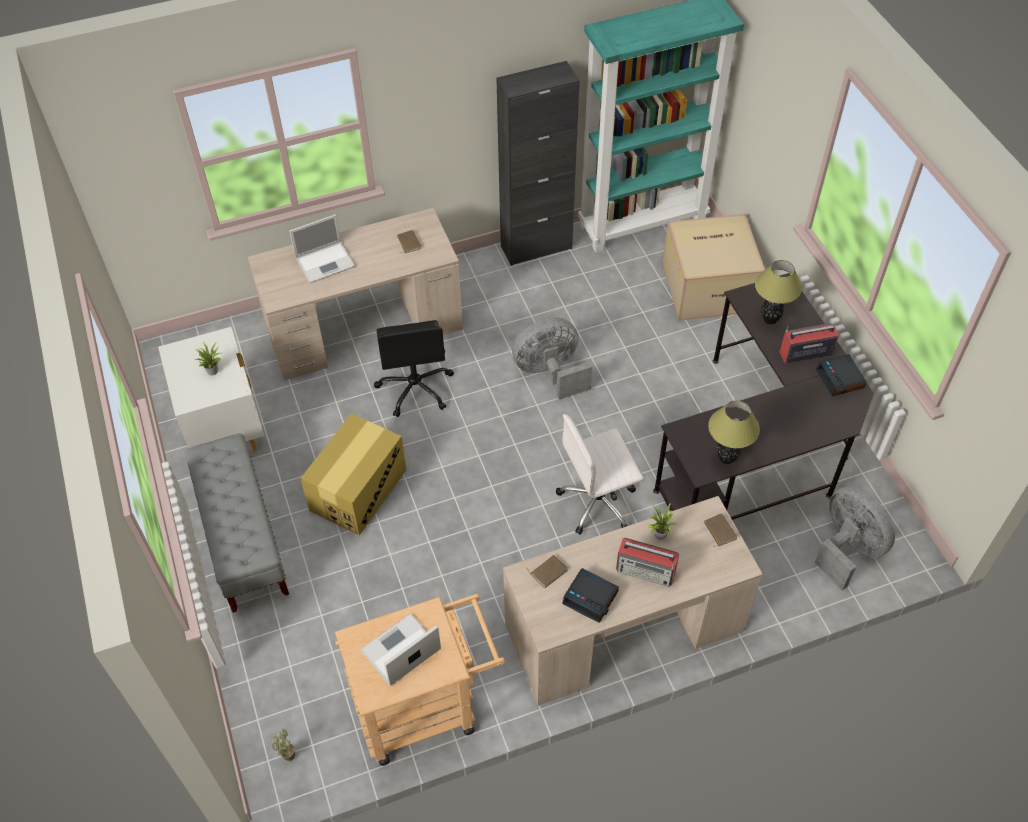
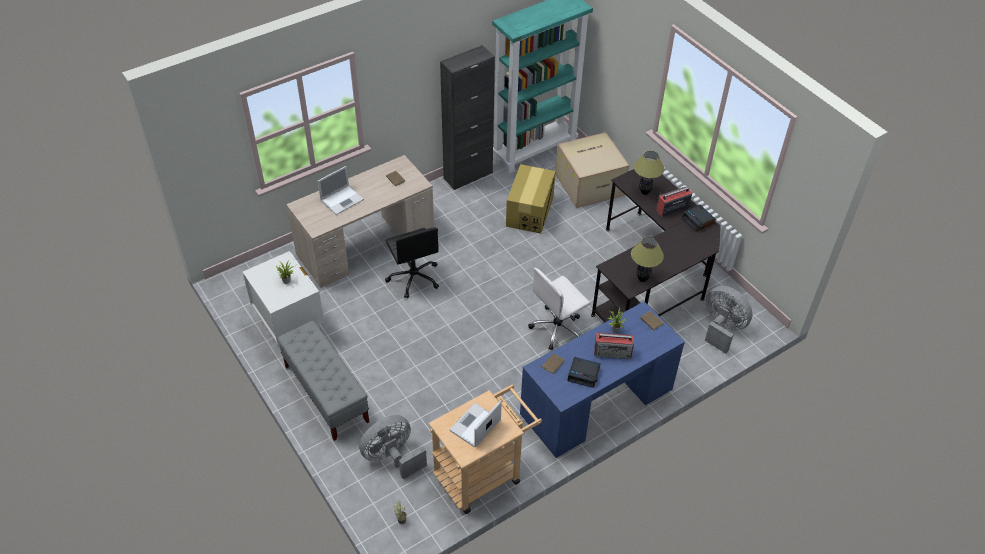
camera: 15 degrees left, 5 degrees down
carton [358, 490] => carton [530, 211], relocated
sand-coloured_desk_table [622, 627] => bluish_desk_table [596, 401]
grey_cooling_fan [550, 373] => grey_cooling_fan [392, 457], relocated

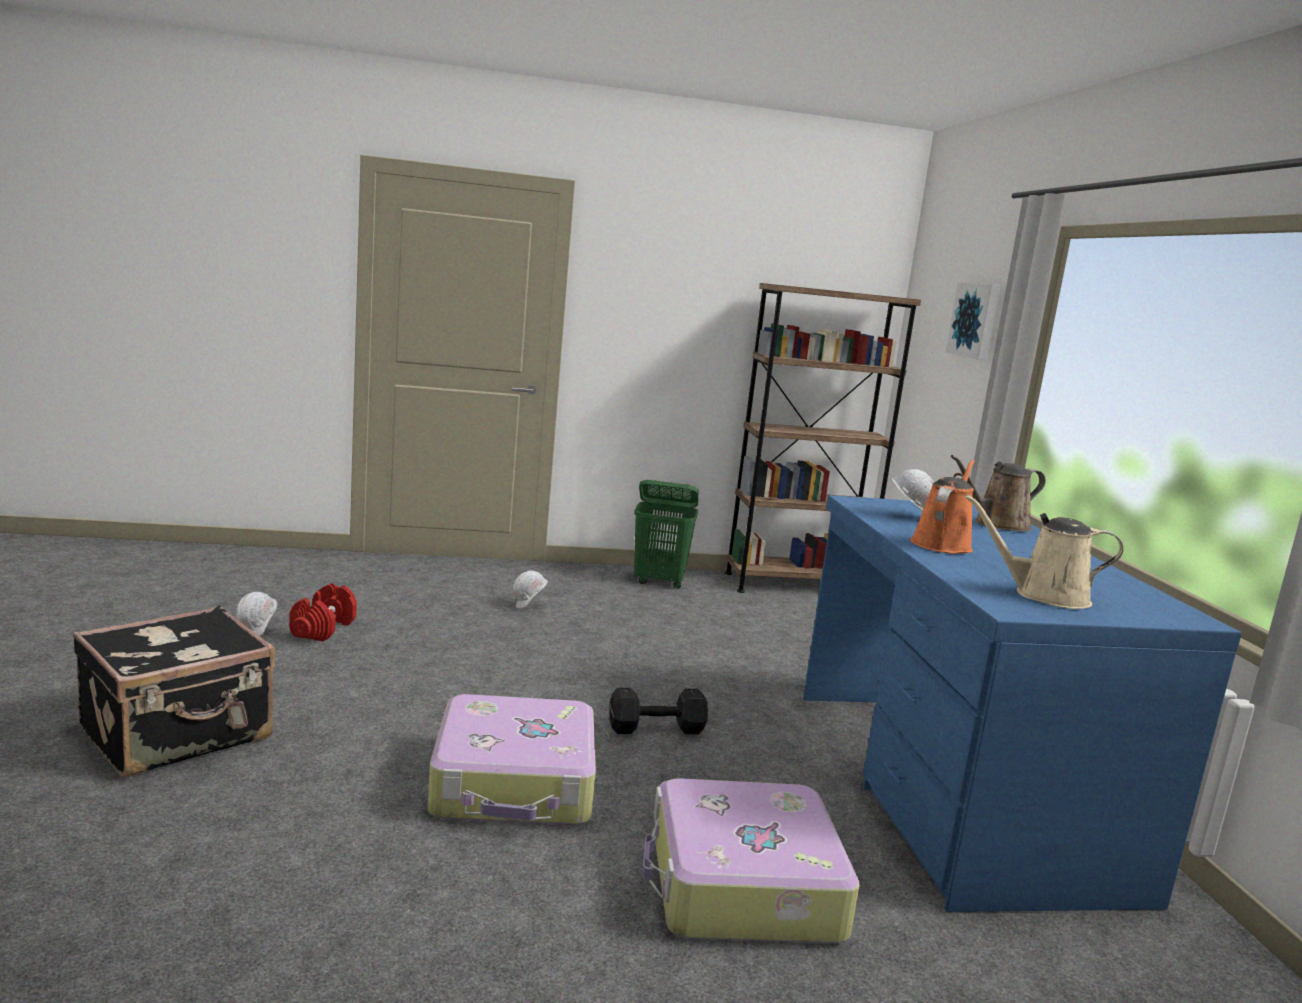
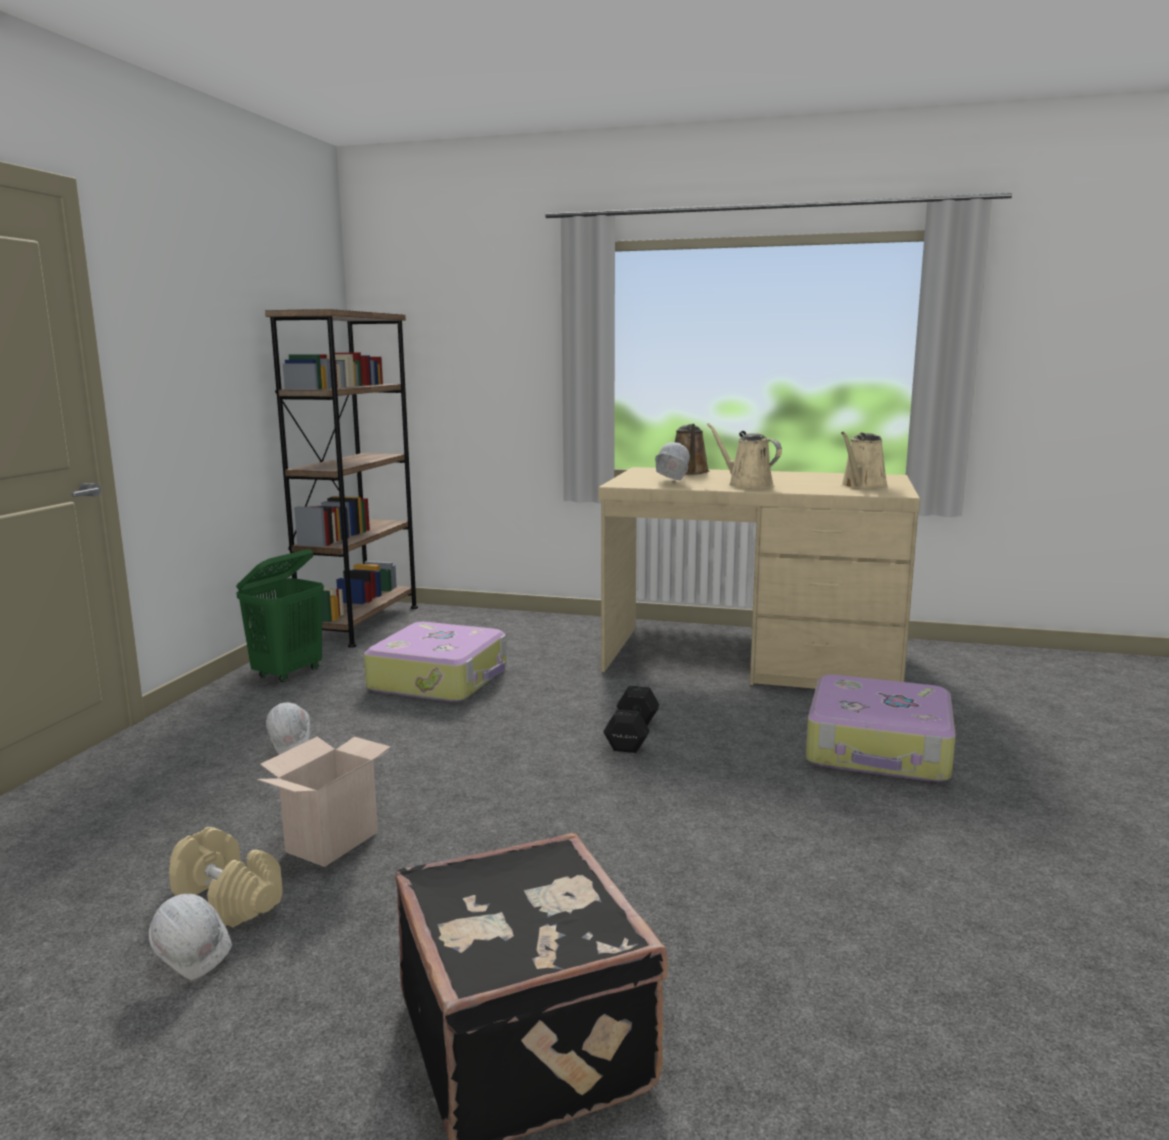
camera: 65 degrees left, 0 degrees up
reddish_hand_weight [323, 628] => sand-coloured_hand_weight [226, 899]
piece_of_luggage [515, 784] => piece_of_luggage [440, 679], relocated
bluish_desk_table [951, 786] => sand-coloured_desk_table [753, 660]
orangey_sprinkling_can [942, 544] => sand-coloured_sprinkling_can [747, 485]
picture [976, 320] => nothing
nothing => carton [332, 840]

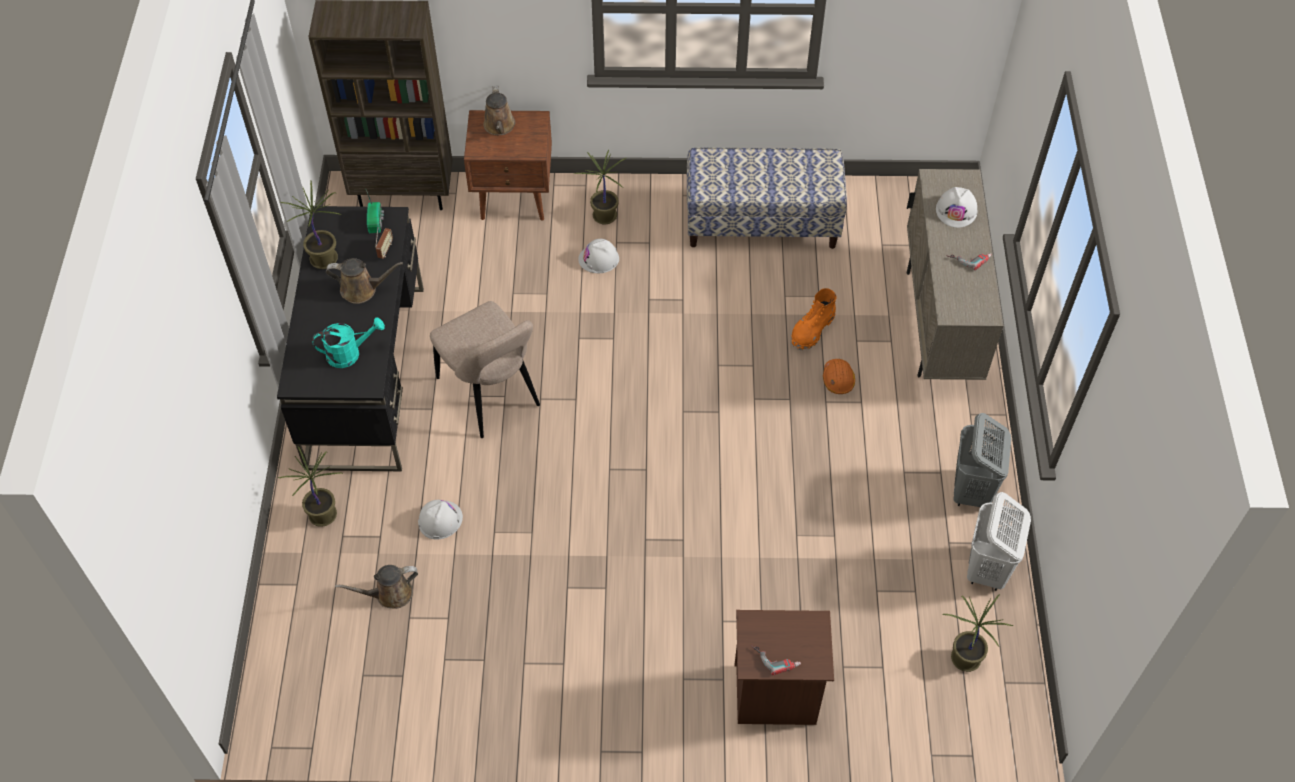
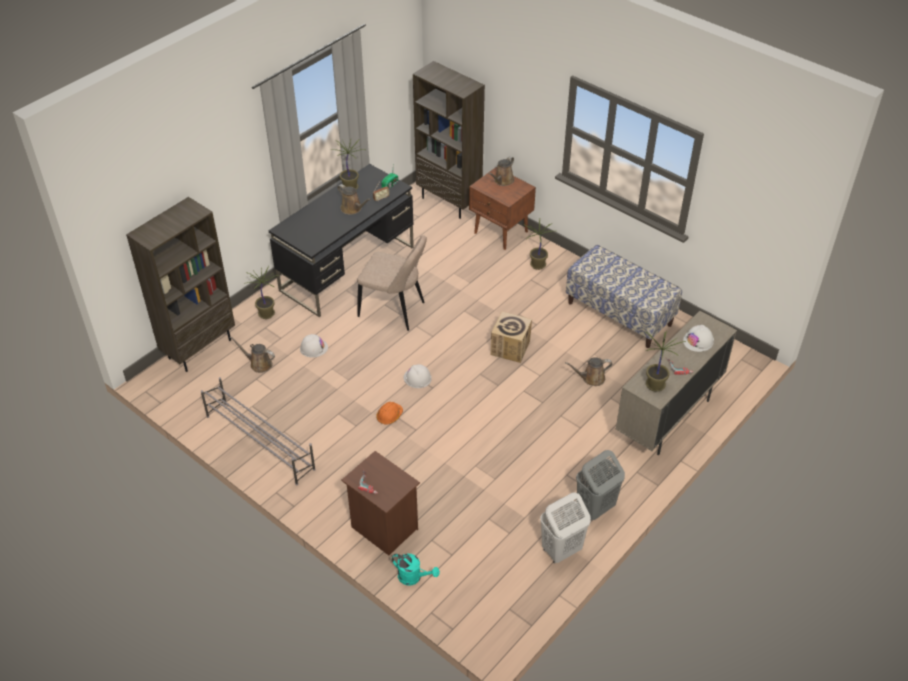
camera: 40 degrees right, 10 degrees down
turquoise-coloured_sprinkling_can [349, 353] => turquoise-coloured_sprinkling_can [413, 577], relocated
sand-coloured_upright_chair [491, 395] => sand-coloured_upright_chair [394, 310], 75 degrees counterclockwise
white_hard_hat [599, 259] => white_hard_hat [417, 378], relocated
orangey_boot [812, 330] => brownish_sprinkling_can [591, 378]
orangey_hard_hat [838, 379] => orangey_hard_hat [389, 416], relocated
plant_in_a_pot [964, 658] => plant_in_a_pot [655, 384], relocated
nothing => brownish_shelving_unit [199, 348]
nothing => grey_shoe_rack [259, 442]
nothing => carton [510, 348]

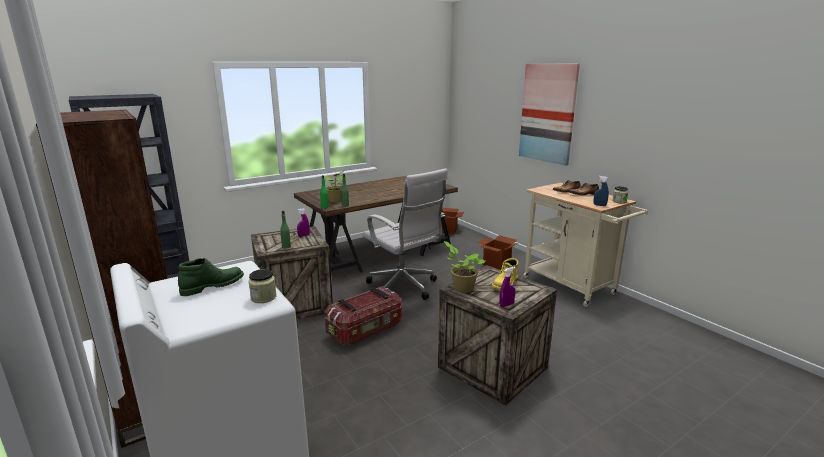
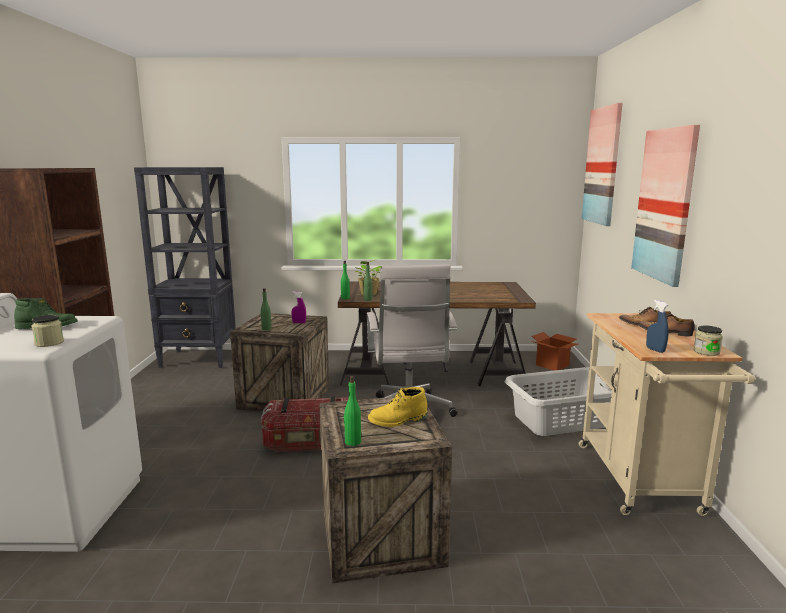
camera: 35 degrees right, 5 degrees down
plant_in_a_pot [461, 288] => nothing
carton [496, 264] => grey_washing_basket [563, 420]
purple_spray_bottle [506, 305] => greenish_beverage_bottle [352, 442]
nothing => picture [602, 166]

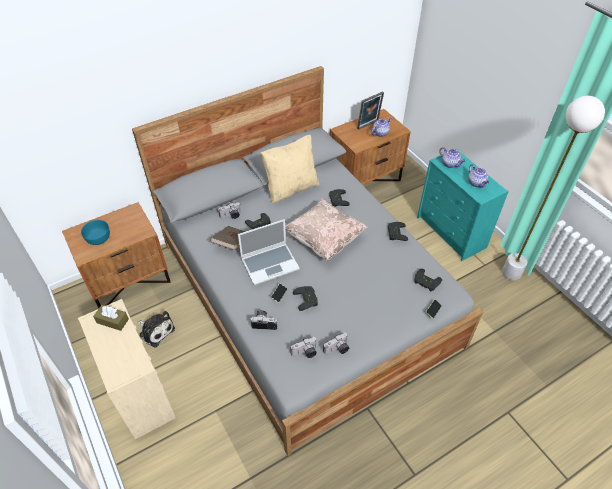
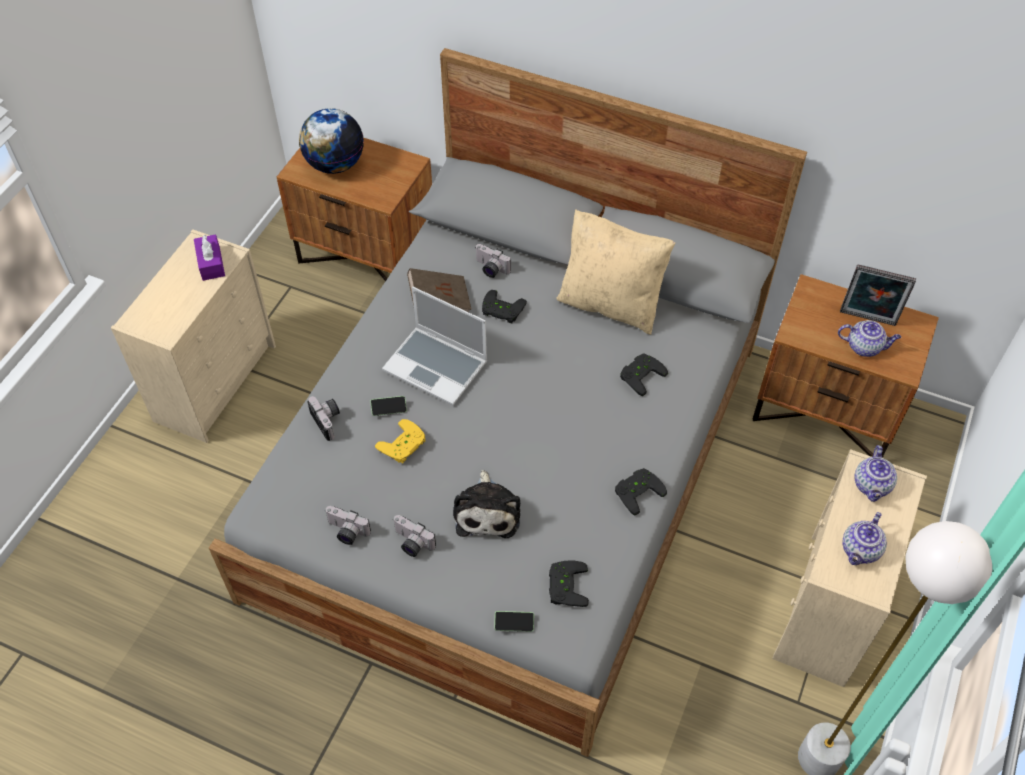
camera: 55 degrees right, 5 degrees up
turquoise-coloured_deep_dish [98, 238] => desk_globe [335, 164]
brownish_tissue_holder [112, 321] => purple_tissue_holder [211, 263]
soft_toy [156, 331] => soft_toy [487, 511], relocated
sand-coloured_throw_pillow [324, 239] => nothing
still_camera [305, 353] => still_camera [411, 543], relocated
black-coloured_game_controller [307, 299] => yellowish_game_controller [404, 445]
turquoise-coloured_chest_of_drawers [451, 233] => sand-coloured_chest_of_drawers [827, 610]

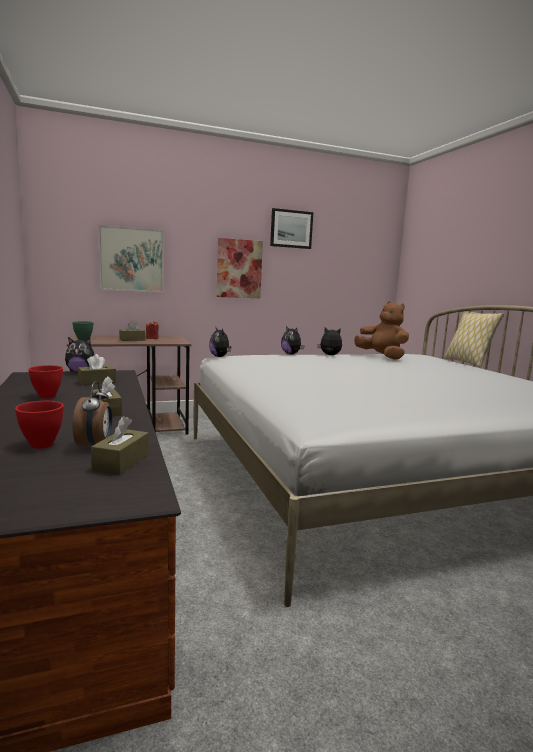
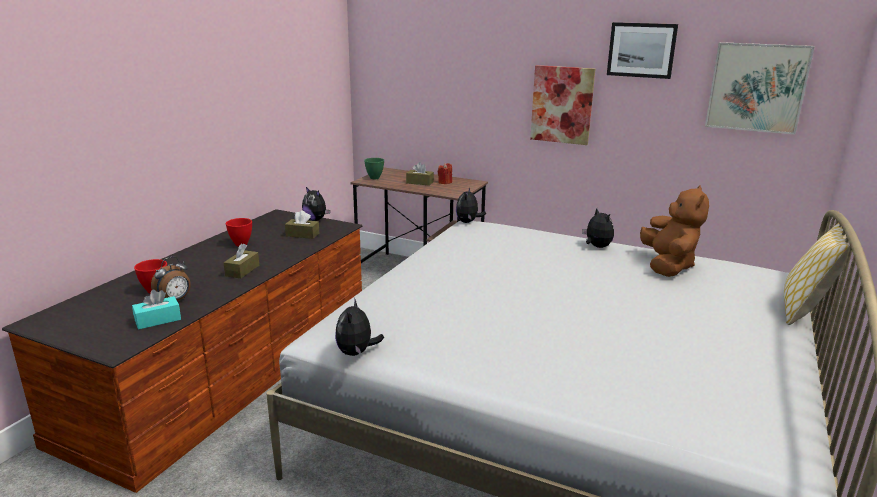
camera: 45 degrees right, 10 degrees up
brownish_tissue_holder [121, 462] => turquoise-coloured_tissue_holder [158, 320]
picture [131, 259] => picture [757, 87], relocated
soft_toy [291, 354] => soft_toy [356, 353], relocated

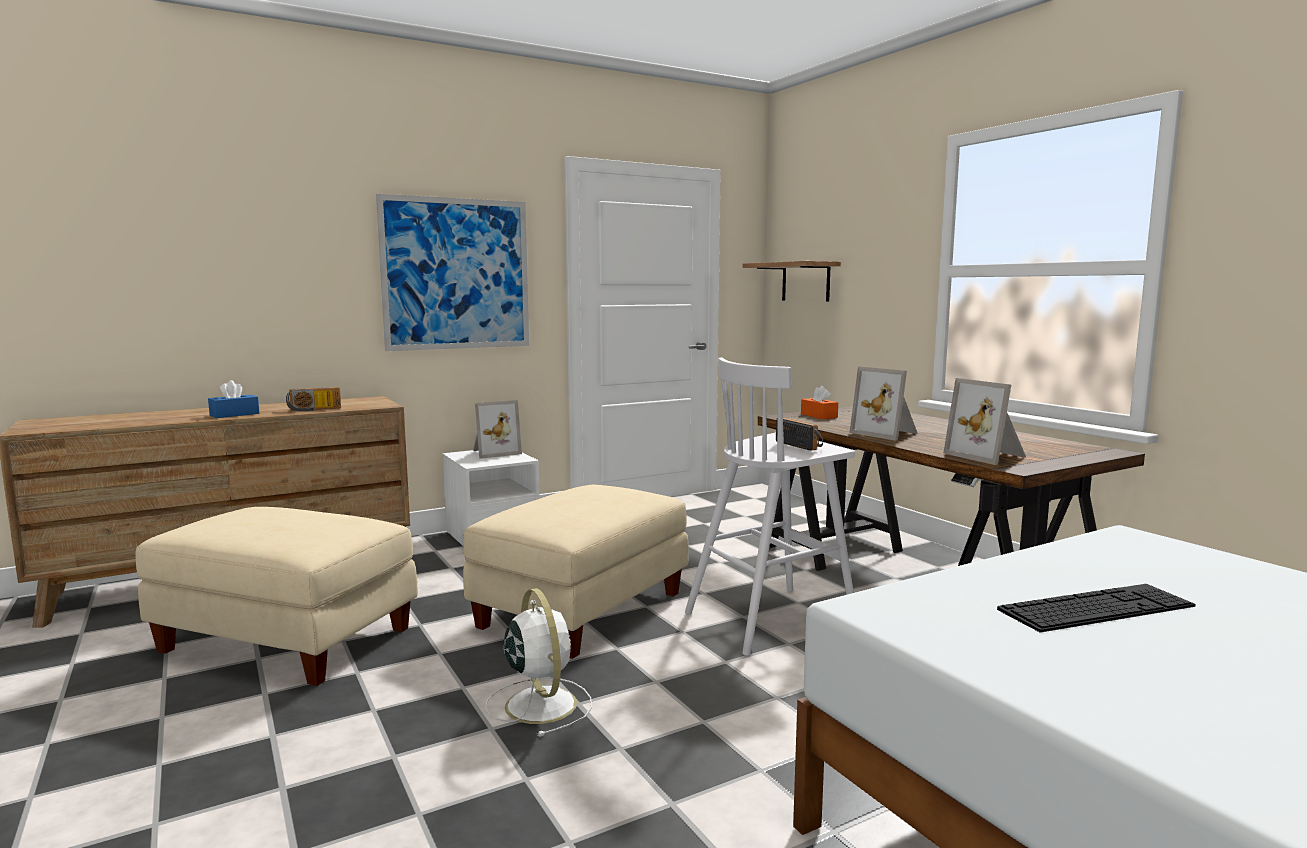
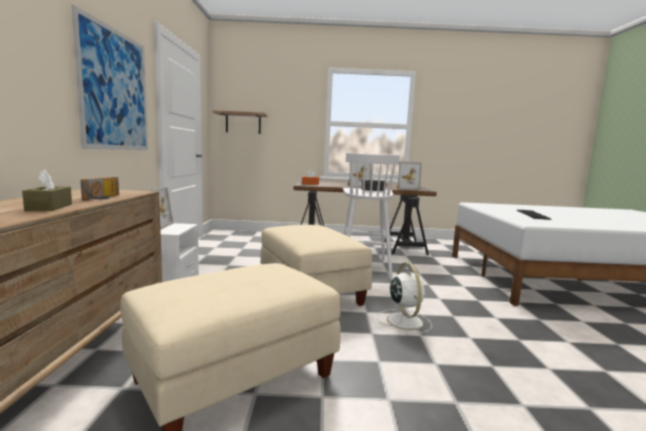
camera: 60 degrees left, 0 degrees up
bluish_tissue_holder [234, 414] => brownish_tissue_holder [49, 207]
white_cooling_fan [540, 703] => white_cooling_fan [404, 320], 75 degrees clockwise

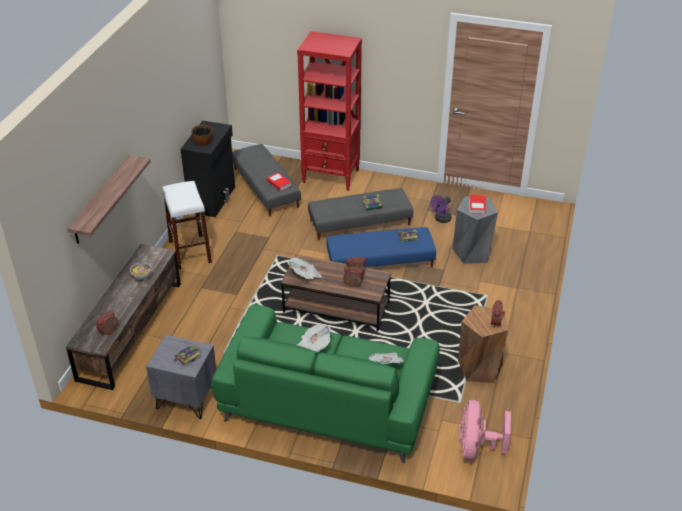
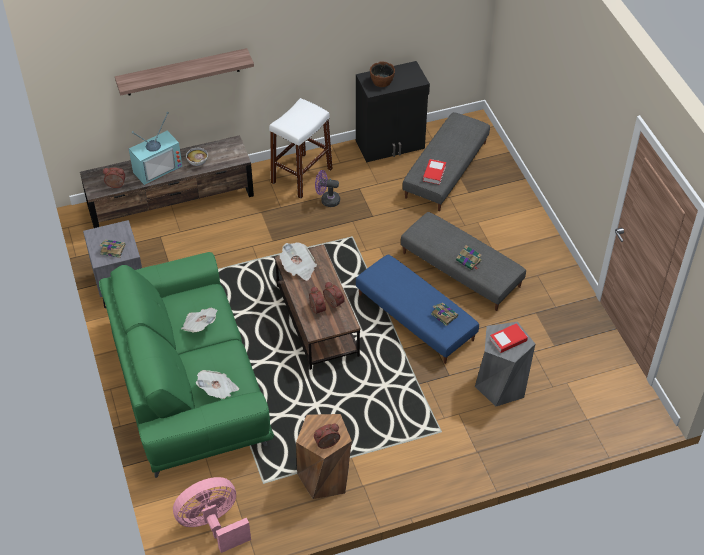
camera: 55 degrees right, 10 degrees up
reddish_shelving_unit [331, 176] => nothing
purple_cooling_fan [441, 220] => purple_cooling_fan [327, 200], relocated
nothing => television [157, 167]

